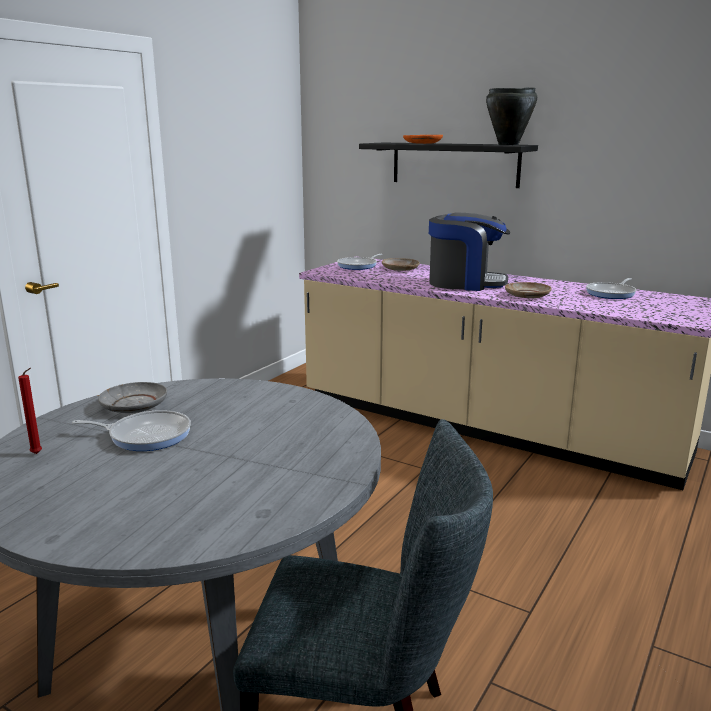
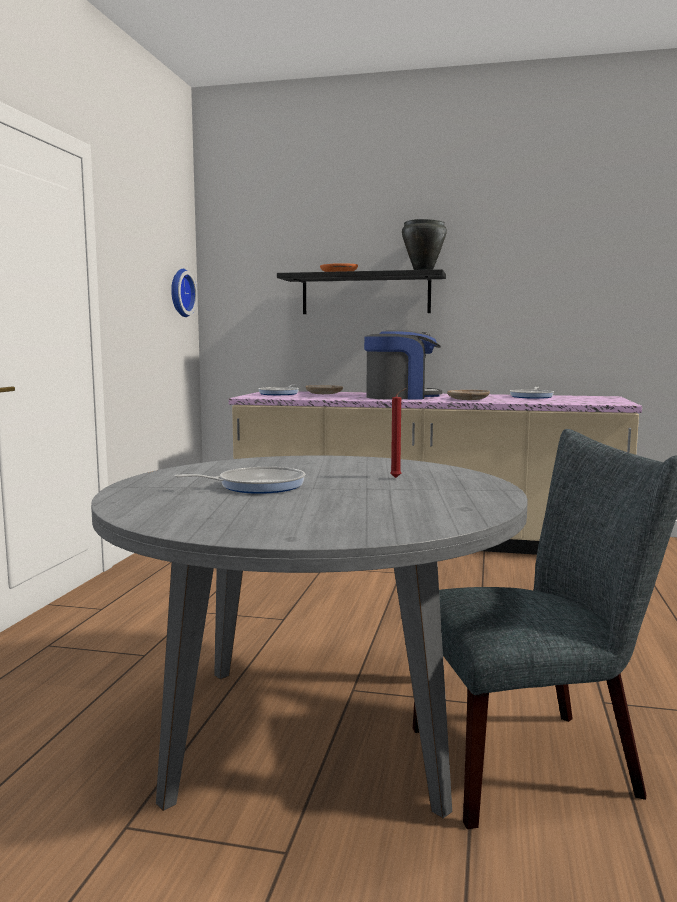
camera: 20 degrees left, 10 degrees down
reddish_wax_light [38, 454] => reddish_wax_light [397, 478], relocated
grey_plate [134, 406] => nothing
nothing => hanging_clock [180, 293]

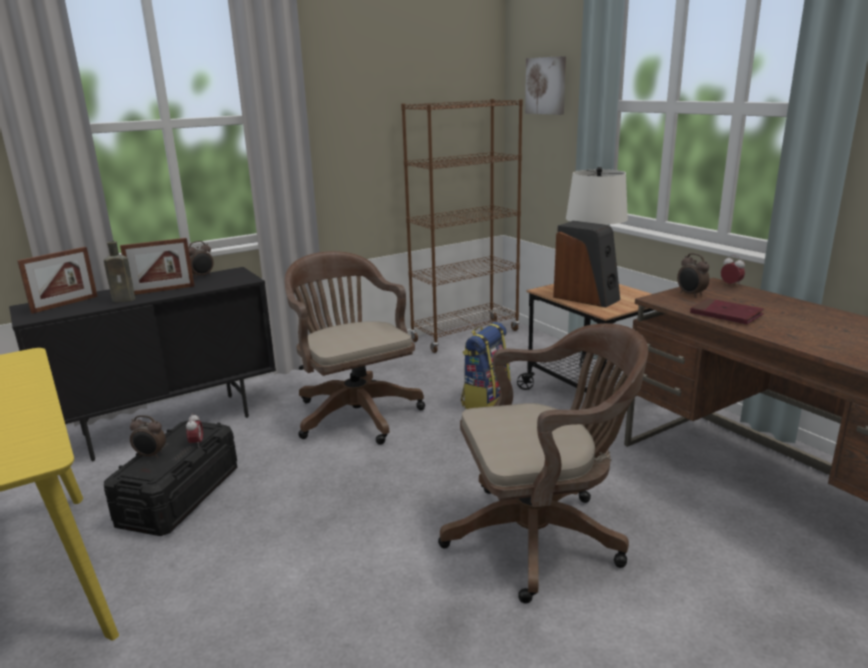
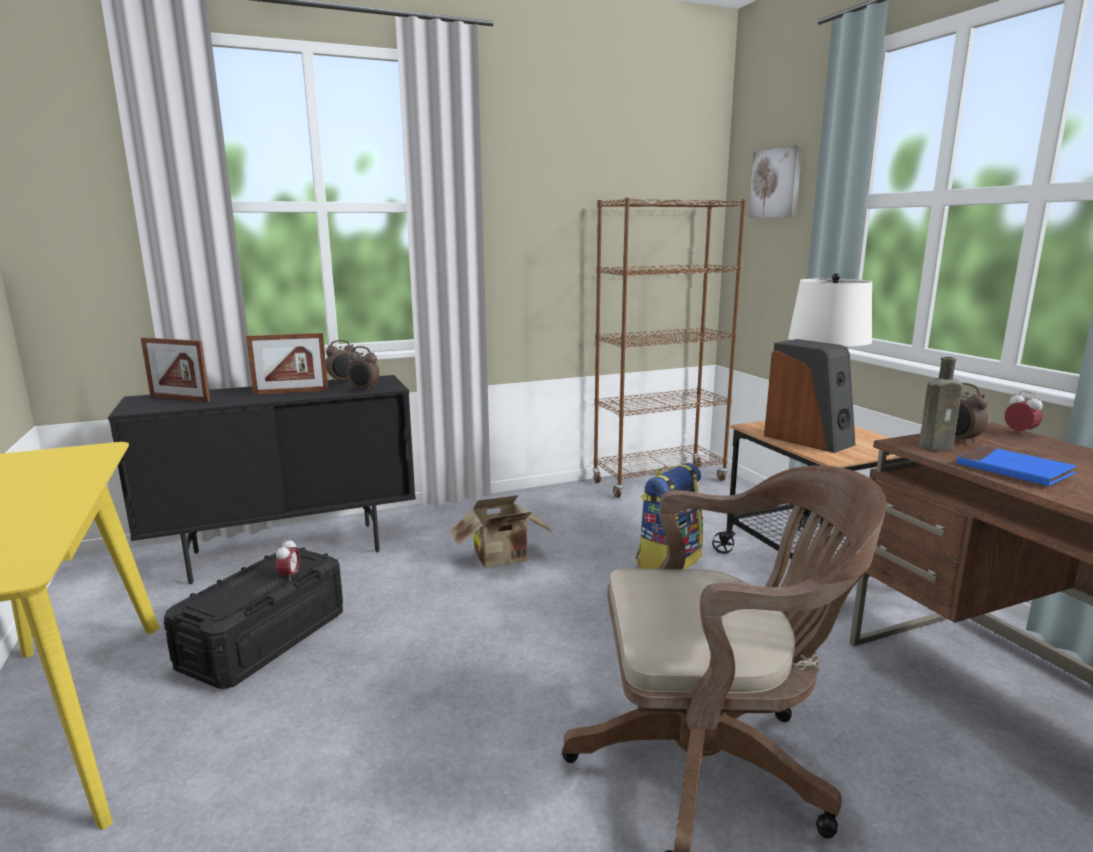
camera: 10 degrees right, 5 degrees down
photo_frame [65, 304] => photo_frame [179, 399], 60 degrees clockwise
brownish_beverage_bottle [125, 300] => brownish_beverage_bottle [938, 447], relocated
alarm_clock [150, 455] => alarm_clock [364, 390], relocated
brownish_office_chair [354, 412] => carton [503, 559]
reddish_volume [726, 315] => bluish_volume [1013, 470]

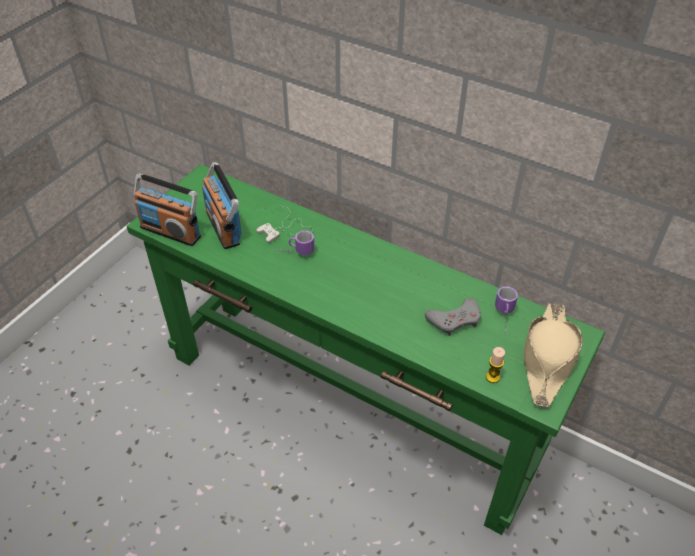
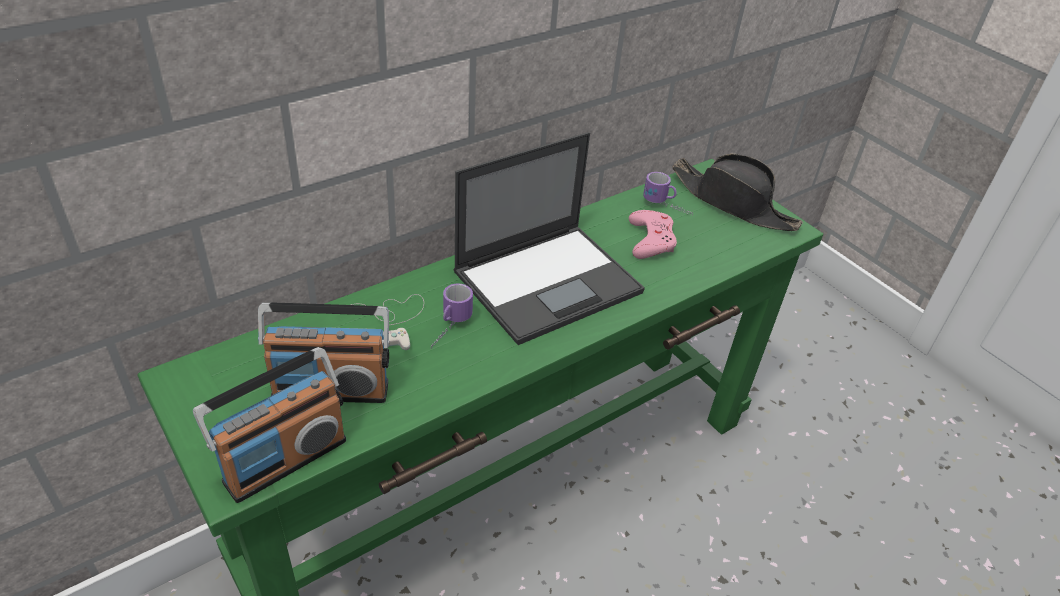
camera: 70 degrees left, 5 degrees down
grey_game_controller [455, 320] => pink-coloured_game_controller [651, 240]
wax_light [492, 377] => nothing
sand-coloured_hat [547, 359] => black-coloured_hat [733, 203]
nothing => laptop [549, 281]

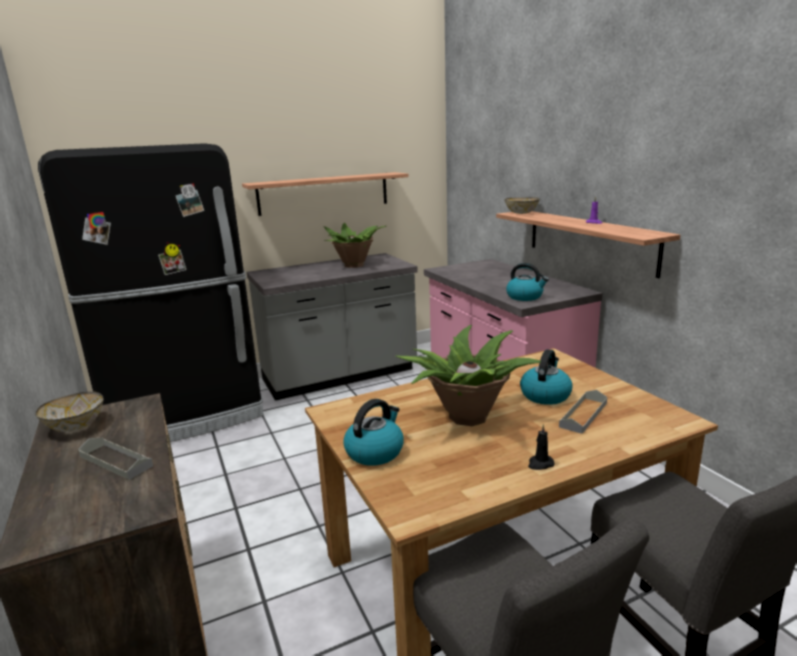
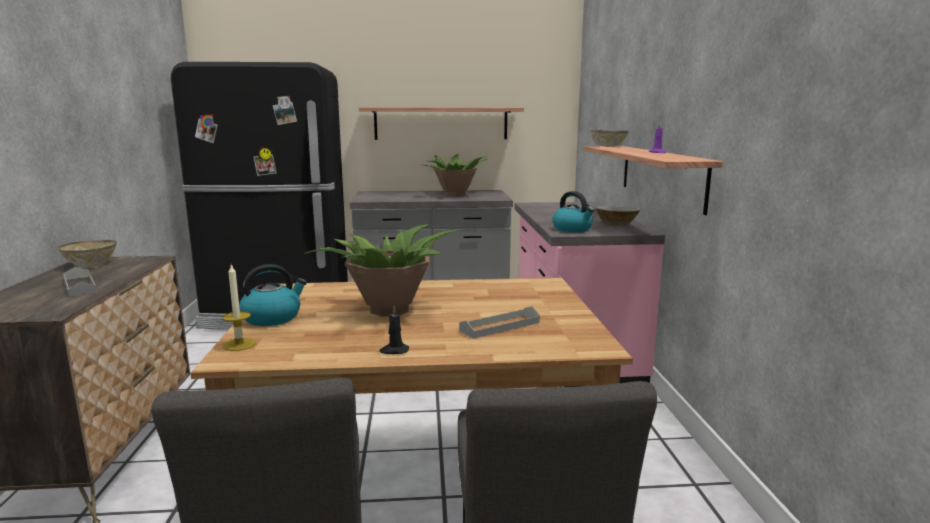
camera: 20 degrees right, 5 degrees down
tea_kettle [545, 395] => nothing
nothing => wax_light [239, 344]
nothing => sand-coloured_deep_dish [616, 225]

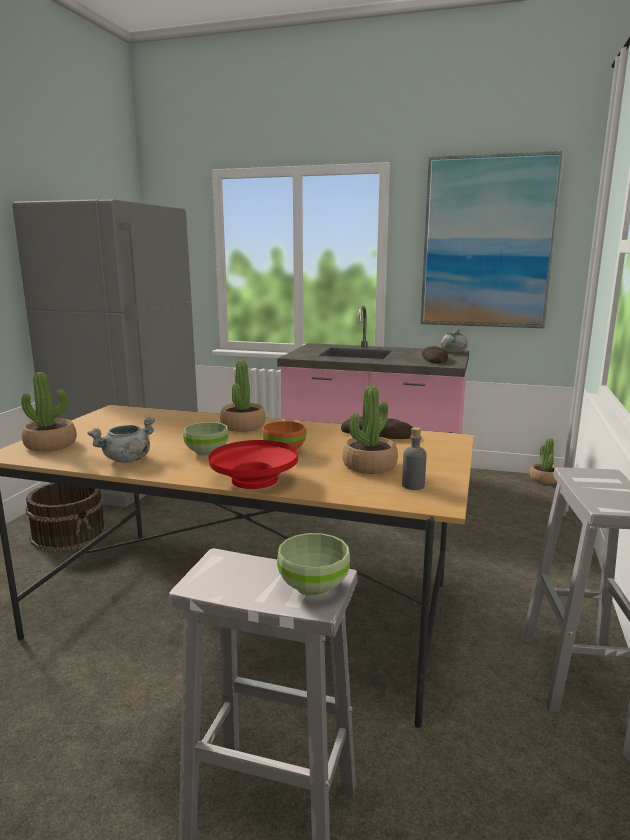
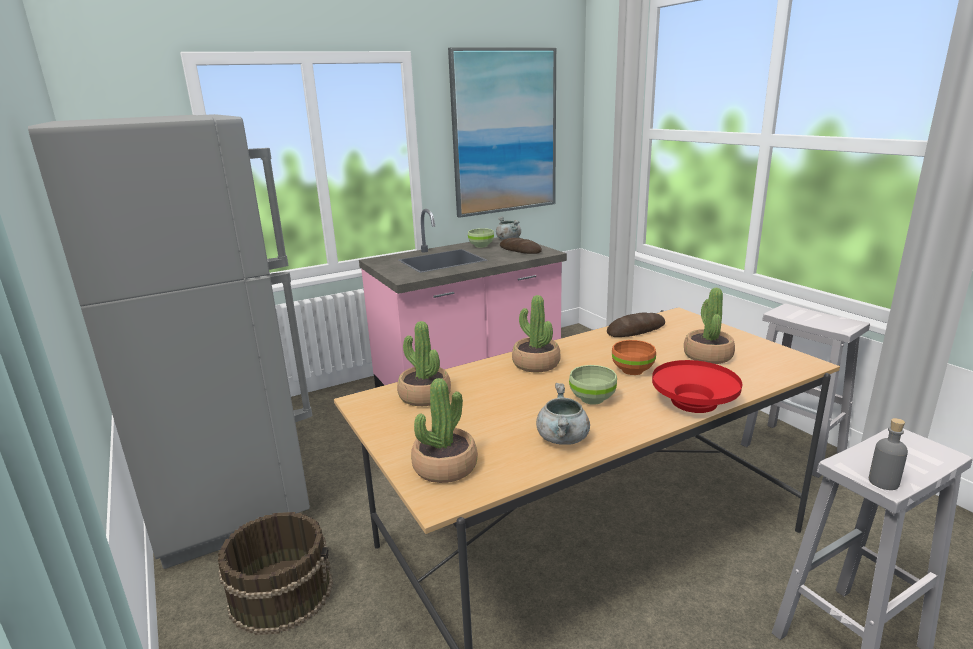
camera: 45 degrees left, 5 degrees up
greenish_deep_dish [312, 587] => greenish_deep_dish [481, 246], relocated
grey_beverage_bottle [413, 485] => grey_beverage_bottle [883, 482], relocated
plant_in_a_pot [544, 479] => plant_in_a_pot [424, 396], relocated

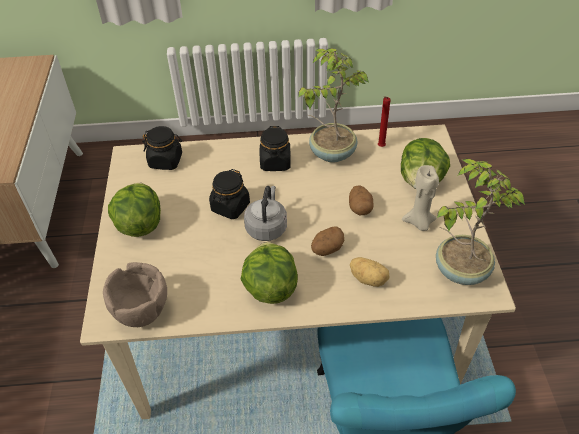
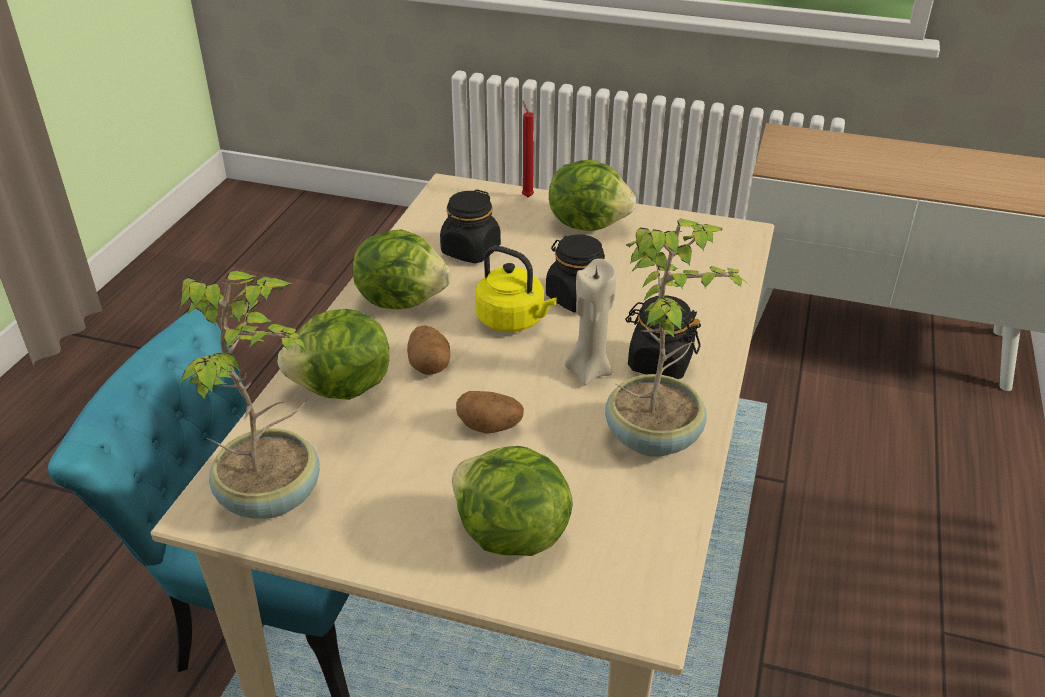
camera: 110 degrees right, 10 degrees down
brownish_deep_dish [141, 311] => nothing
black-coloured_preserve_jar [166, 161] => black-coloured_preserve_jar [470, 251], relocated
grey_tea_kettle [266, 227] => yellowish_tea_kettle [513, 321]
potato [369, 278] => lettuce [342, 389]
reddish_wax_light [380, 147] => reddish_wax_light [526, 196], relocated
sand-coloured_wax_light [419, 223] => sand-coloured_wax_light [589, 370], relocated

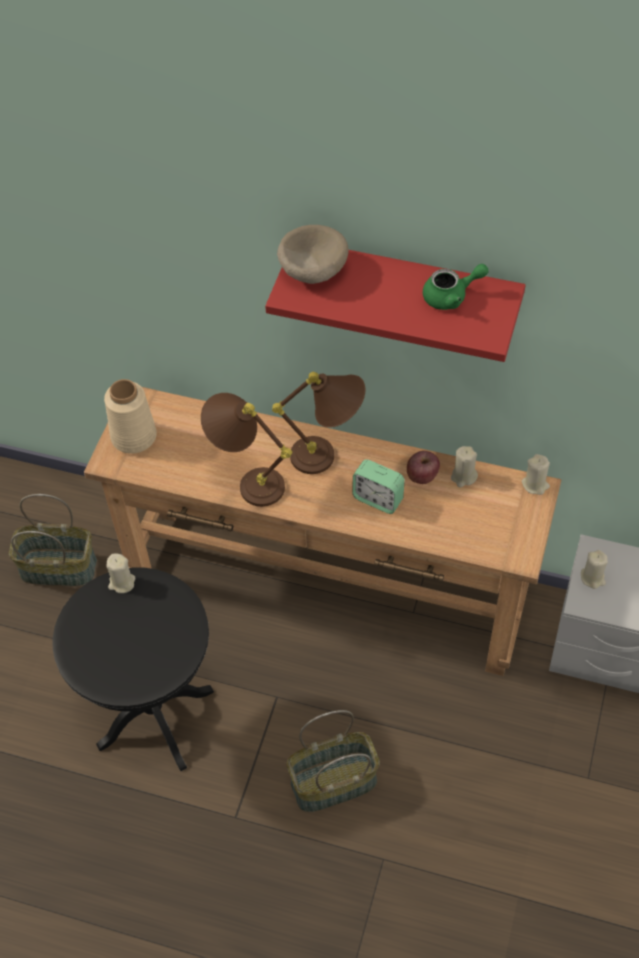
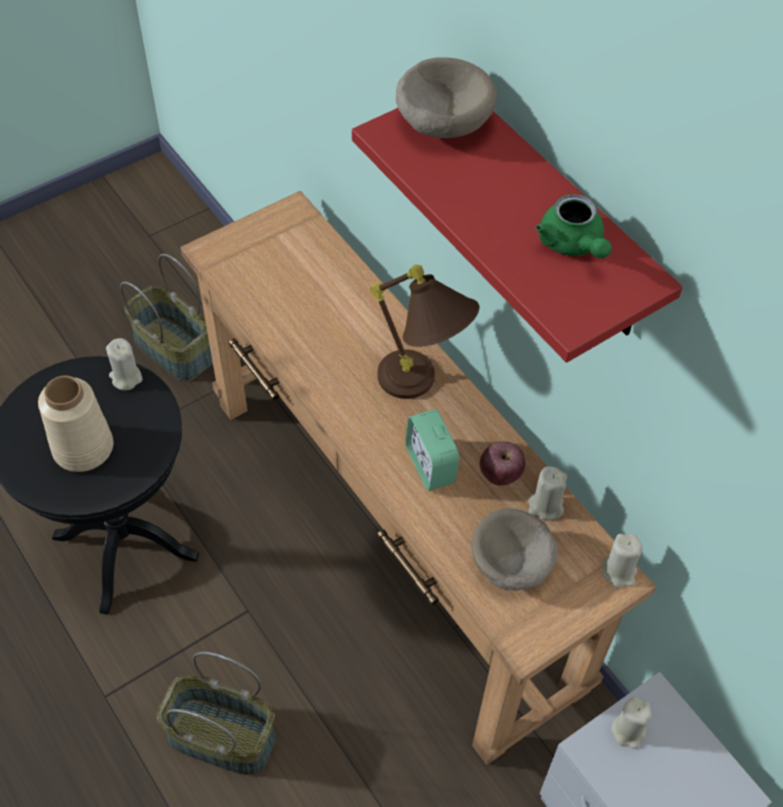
camera: 35 degrees right, 0 degrees up
sand-coloured_decorative_vase [134, 436] => sand-coloured_decorative_vase [84, 448], relocated
brownish_table_lamp [247, 481] => nothing
greenish_tea_pot [451, 296] => greenish_tea_pot [573, 245], 45 degrees clockwise
nothing => sand-coloured_deep_dish [510, 565]

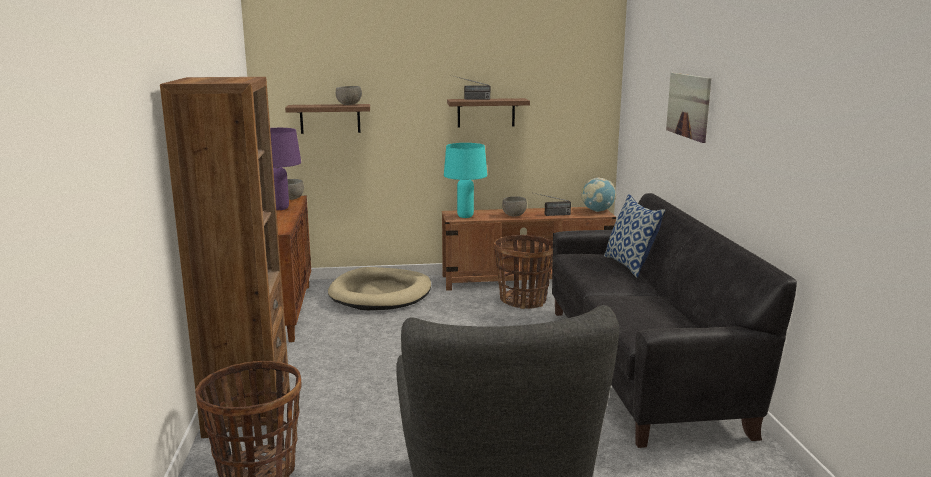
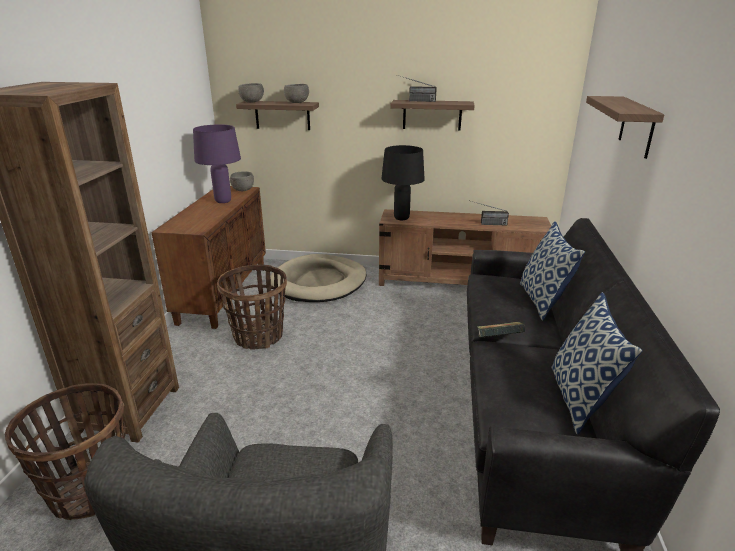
camera: 15 degrees right, 10 degrees up
turquoise-coloured_table_lamp [465, 216] => black-coloured_table_lamp [402, 218]
basket [523, 301] => basket [258, 336], relocated
grey_deep_dish [514, 215] => grey_deep_dish [252, 102], relocated
desk_globe [597, 211] => nothing
picture [688, 106] => bracket_shelf [637, 126]
nothing => volume [498, 341]
nothing => throw_pillow [580, 399]

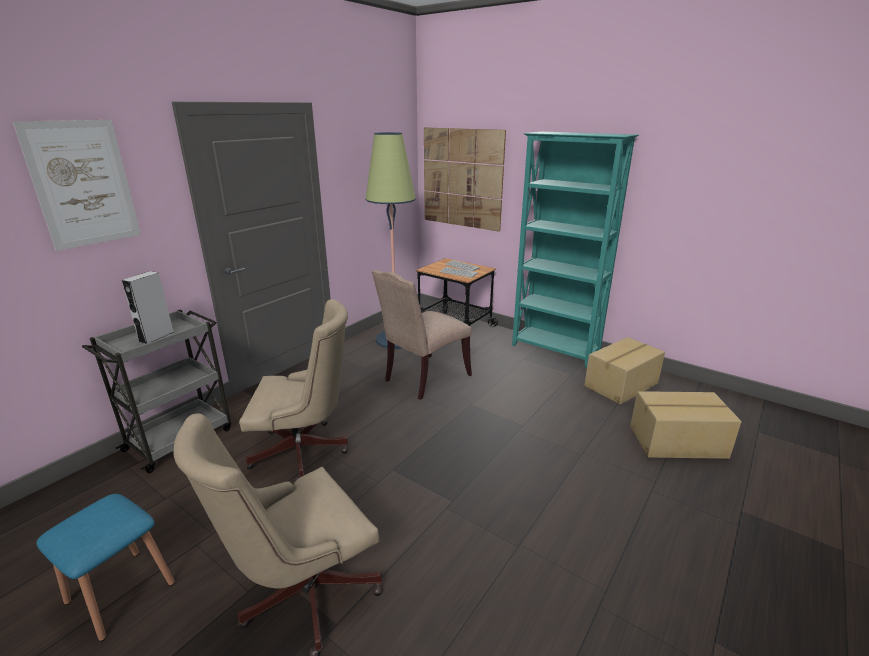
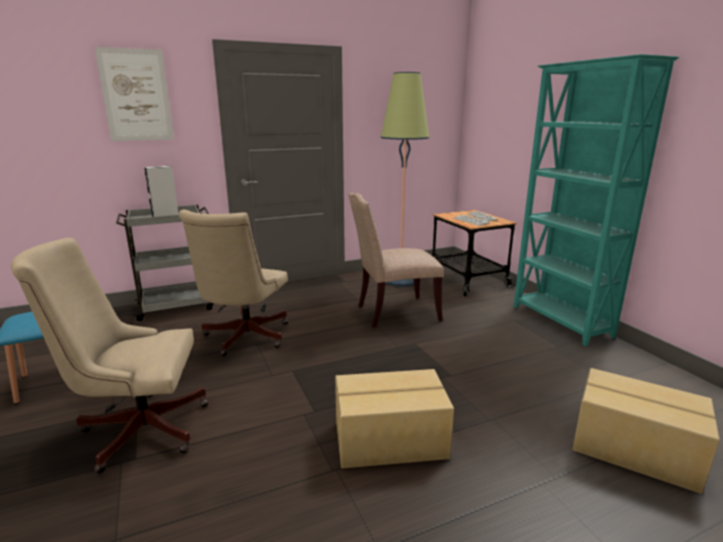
camera: 30 degrees right, 5 degrees down
sand-coloured_office_chair [305, 452] => sand-coloured_office_chair [243, 338], 75 degrees clockwise
picture [462, 178] => nothing
carton [622, 385] => carton [390, 441], relocated

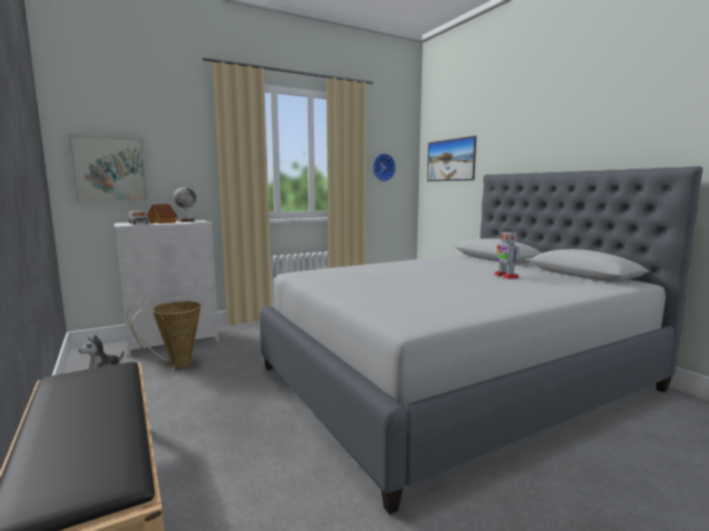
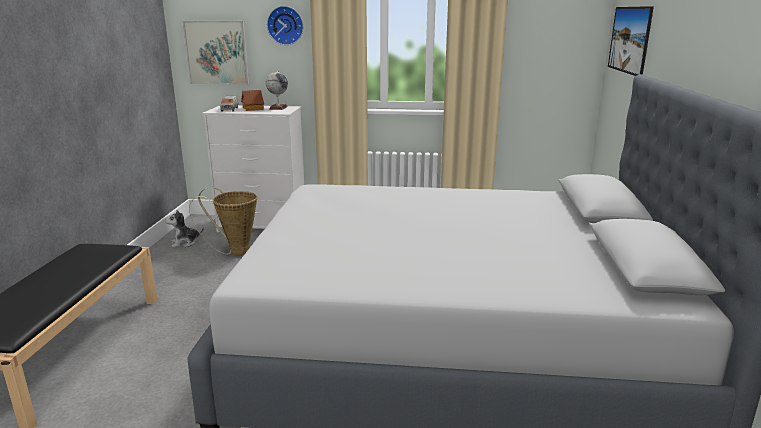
camera: 35 degrees right, 10 degrees up
hanging_clock [383, 167] => hanging_clock [285, 25], relocated
model_robot [506, 276] => nothing

